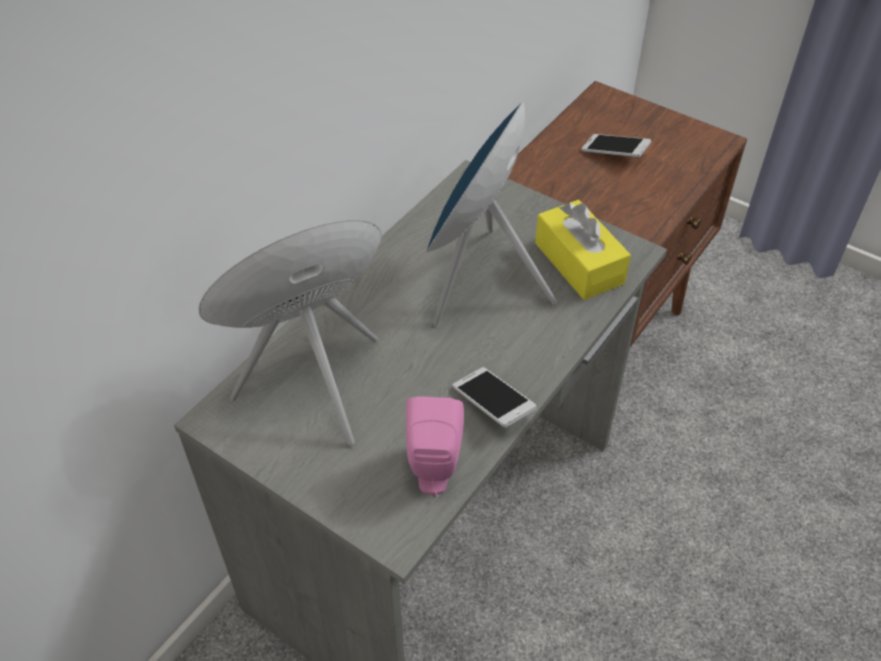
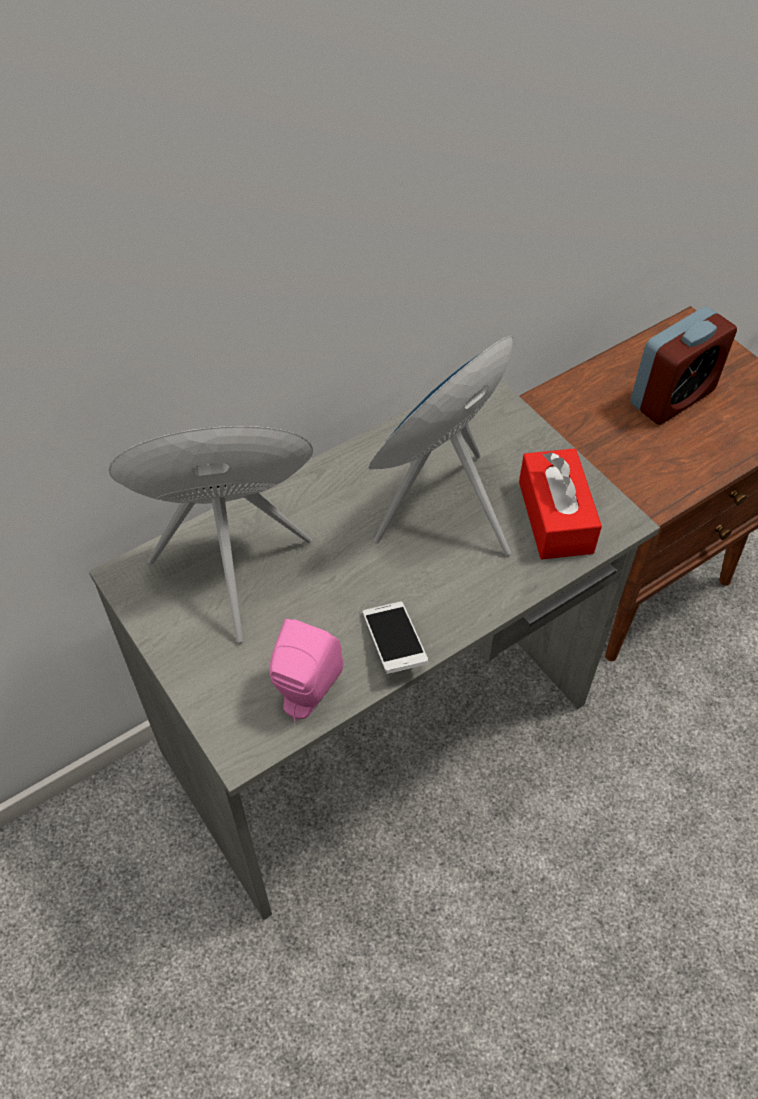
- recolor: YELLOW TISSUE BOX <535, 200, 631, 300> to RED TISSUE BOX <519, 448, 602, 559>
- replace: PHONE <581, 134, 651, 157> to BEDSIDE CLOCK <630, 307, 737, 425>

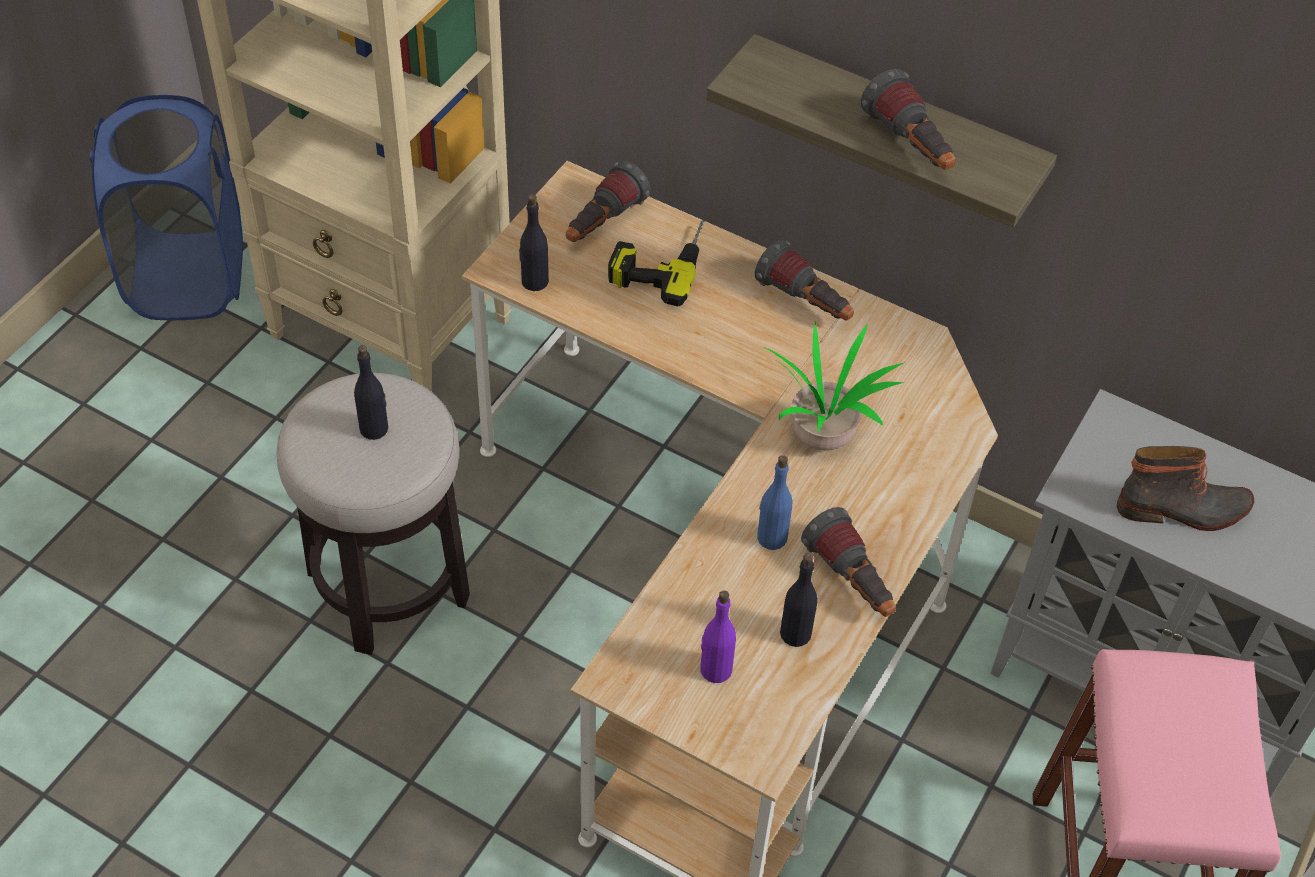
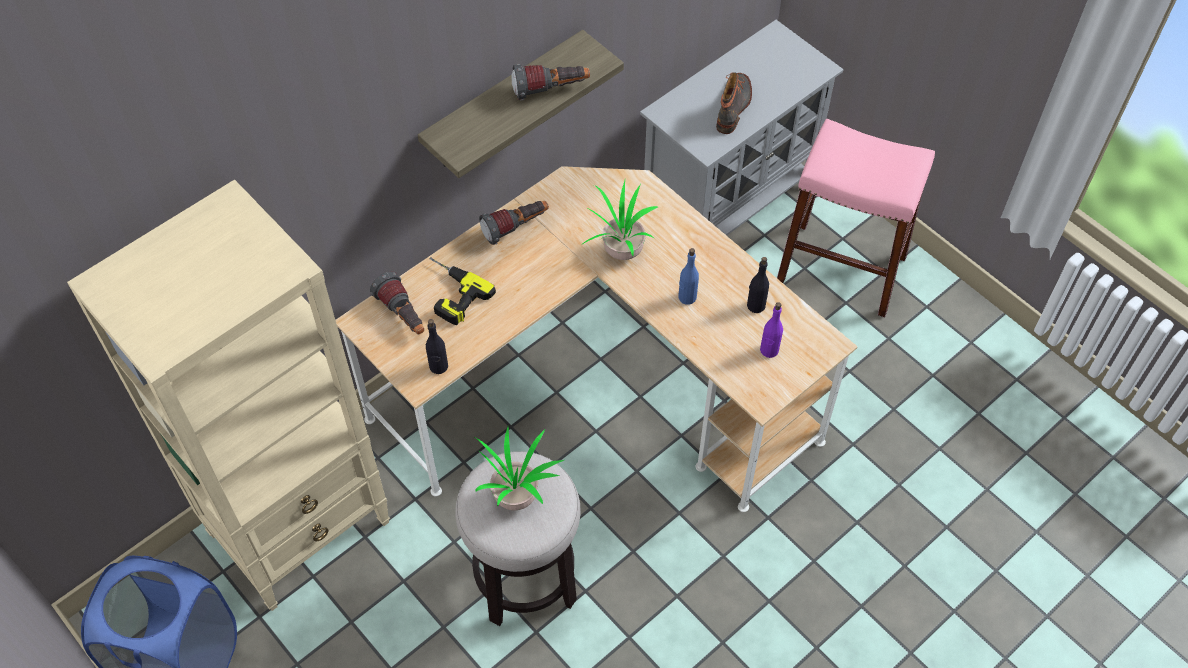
- replace: BLACKISH BOTTLE <354, 345, 388, 440> to POTTED PLANT <475, 425, 564, 510>
- delete: TORCH <801, 507, 896, 617>

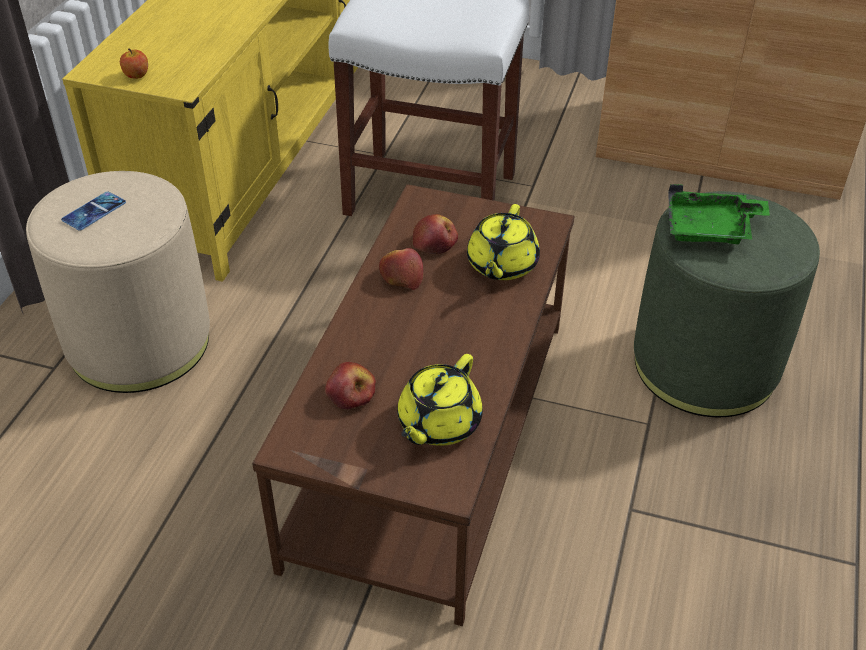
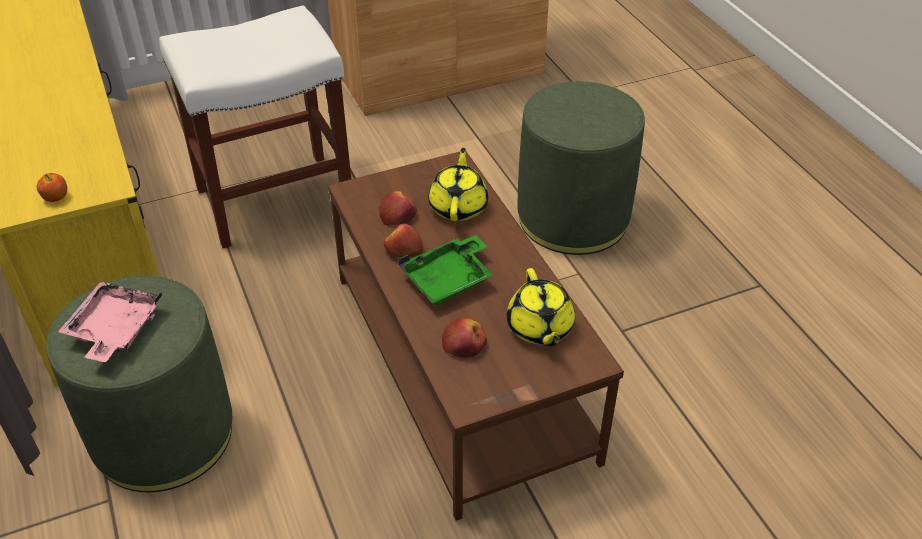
- recolor: SAND-COLOURED OTTOMAN <26, 171, 210, 393> to GREEN-COLOURED OTTOMAN <46, 275, 232, 492>
- replace: PHONE <61, 191, 126, 231> to PINKISH CARRYING TRAY <58, 281, 162, 362>
- rotate: YELLOW TEAPOT <467, 204, 540, 280> = <428, 148, 488, 221> 150 degrees counterclockwise
- move: GREEN-COLOURED CARRYING TRAY <668, 184, 770, 244> to <398, 235, 493, 305>

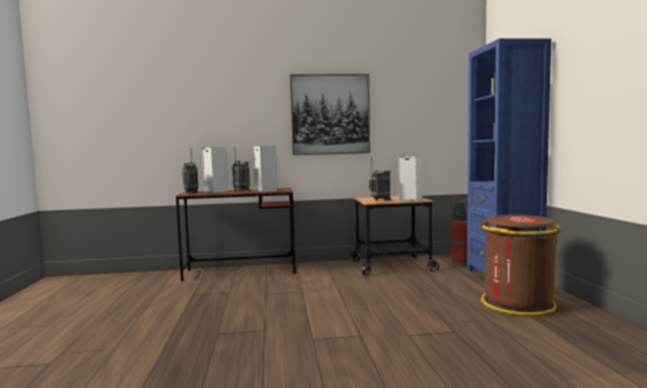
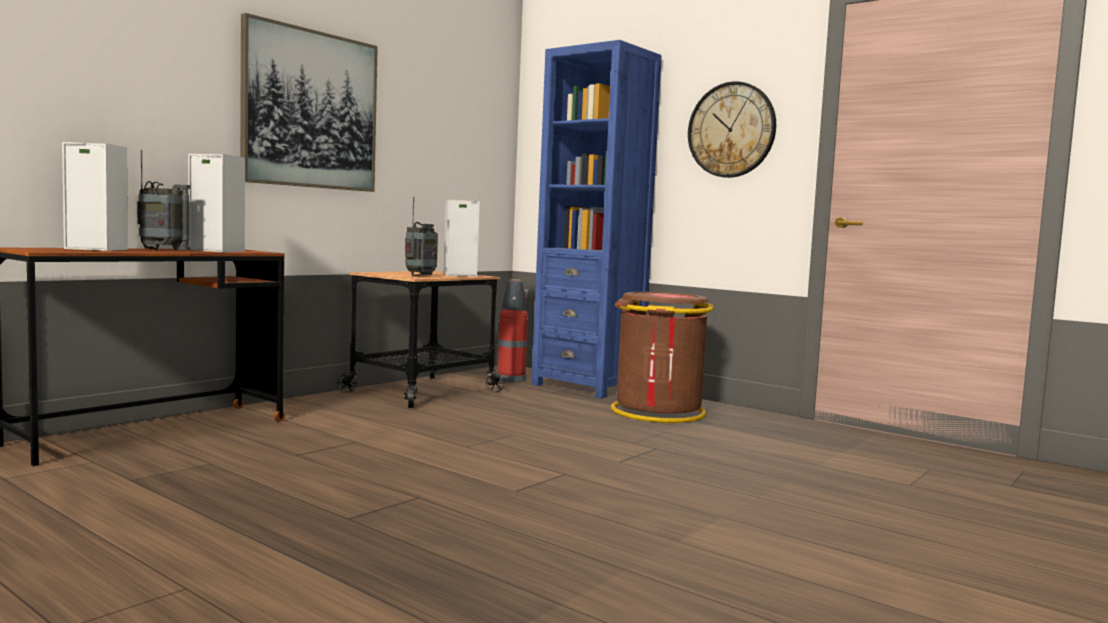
- delete: RADIO <182, 150, 199, 194>
- insert: WALL CLOCK <688, 81, 776, 178>

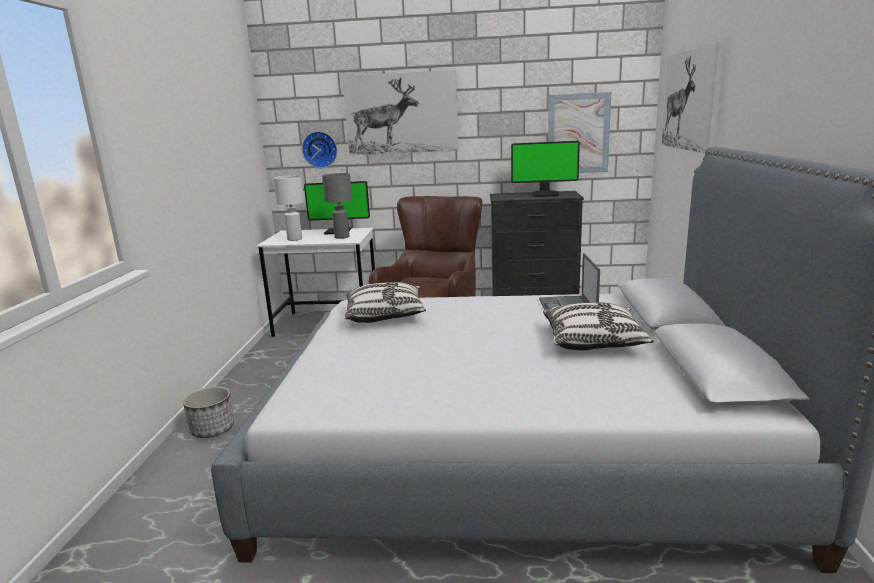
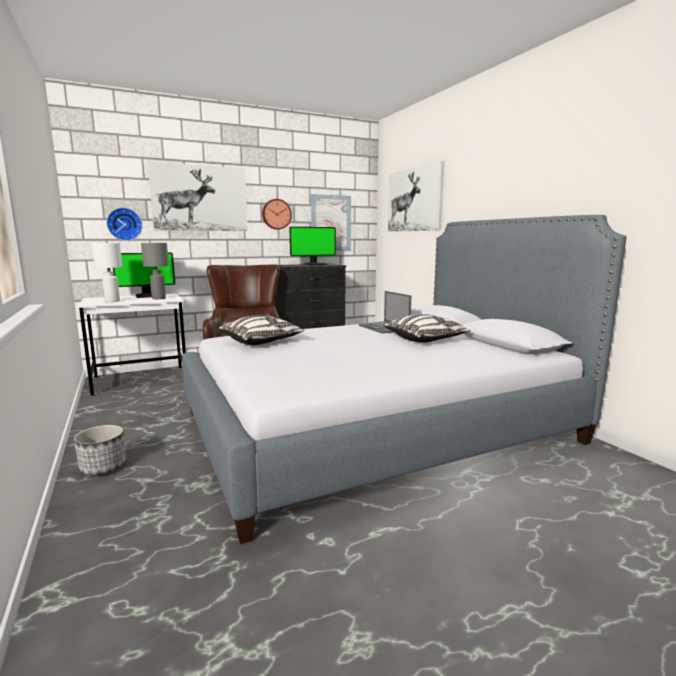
- insert: WALL CLOCK <262, 199, 292, 230>

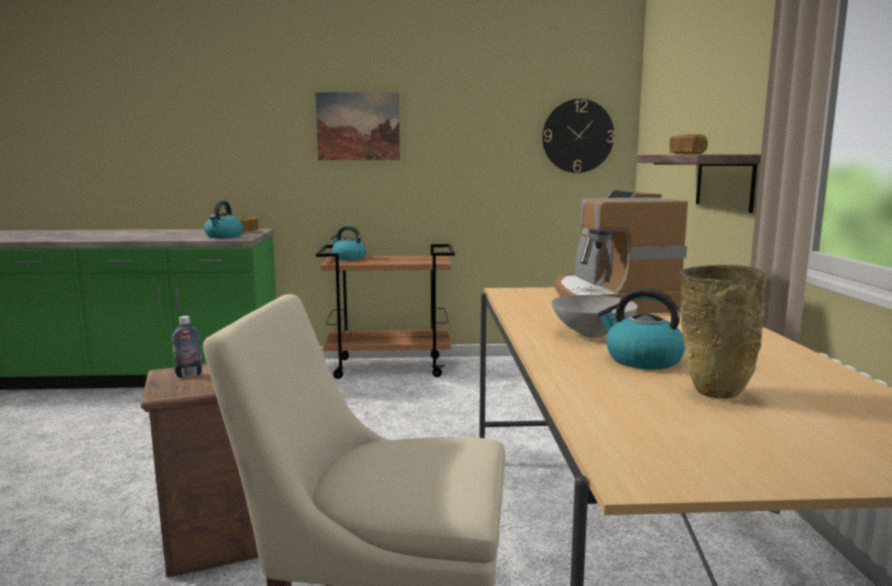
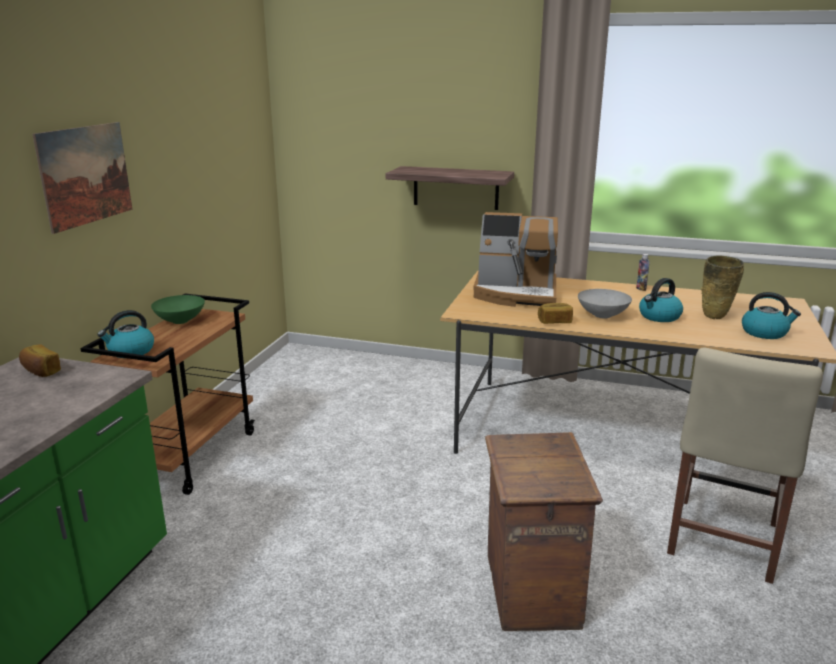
- move: BOTTLE <172, 316, 202, 378> to <636, 254, 650, 291>
- move: WATER KETTLE <204, 201, 243, 238> to <742, 292, 801, 339>
- delete: WALL CLOCK <542, 99, 614, 173>
- move: BAKED BREAD <669, 134, 708, 154> to <538, 303, 573, 324>
- insert: GREEN-COLOURED DEEP DISH <151, 295, 205, 324>

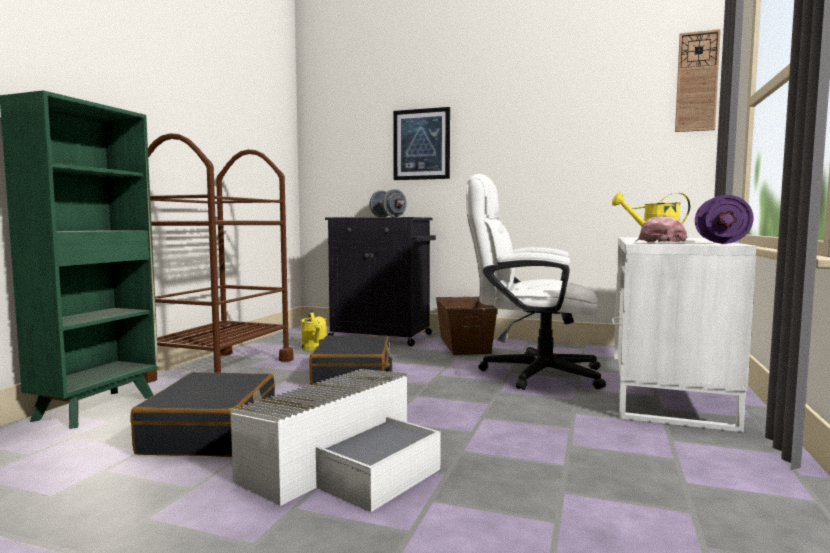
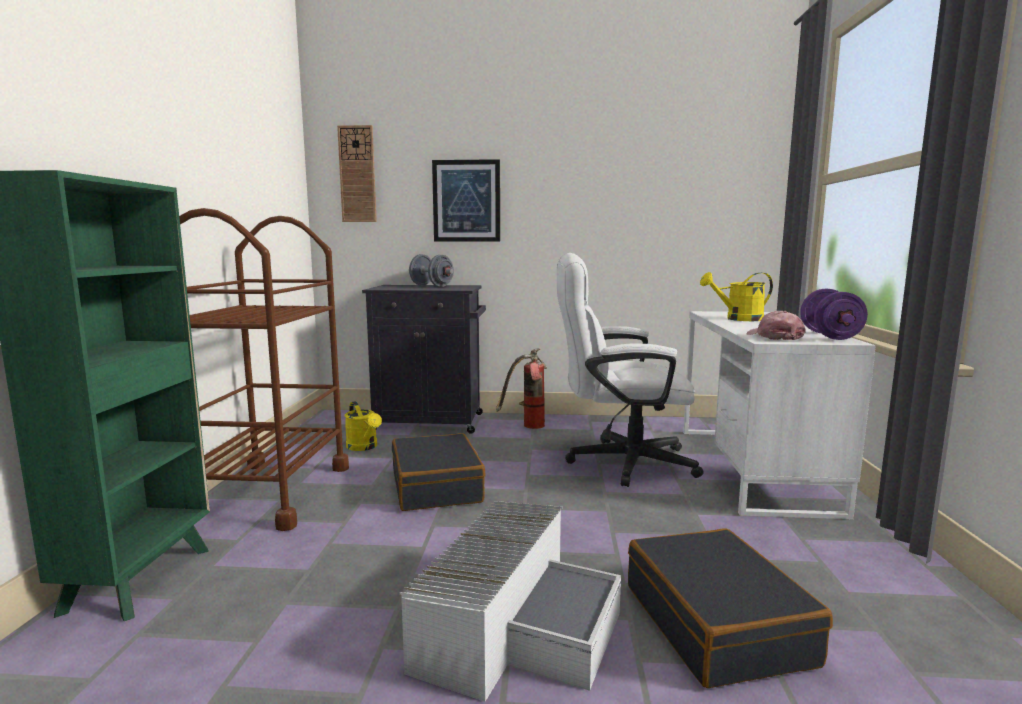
- move: BLACKISH TRAVEL CASE <131, 372, 275, 457> to <628, 528, 833, 688>
- replace: BROWN-COLOURED STORAGE CONTAINER <436, 297, 497, 355> to EXTINGUISHER <496, 349, 547, 429>
- move: WALL CLOCK <675, 29, 721, 132> to <337, 125, 377, 222>

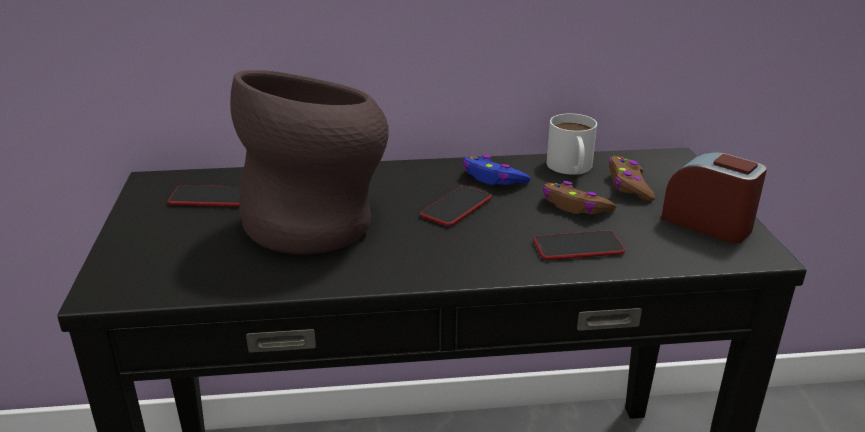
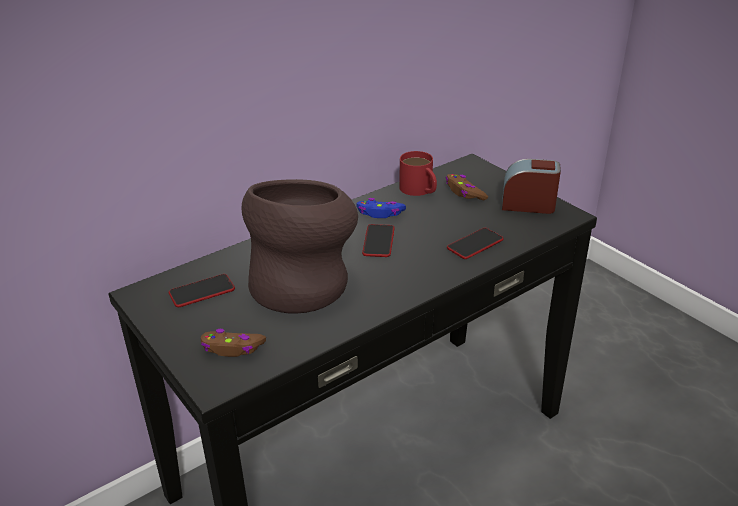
- move: BROWN-COLOURED GAME CONTROLLER <543, 181, 616, 214> to <201, 329, 266, 357>
- recolor: WHITE-COLOURED MUG <546, 113, 597, 175> to RED MUG <399, 151, 437, 196>

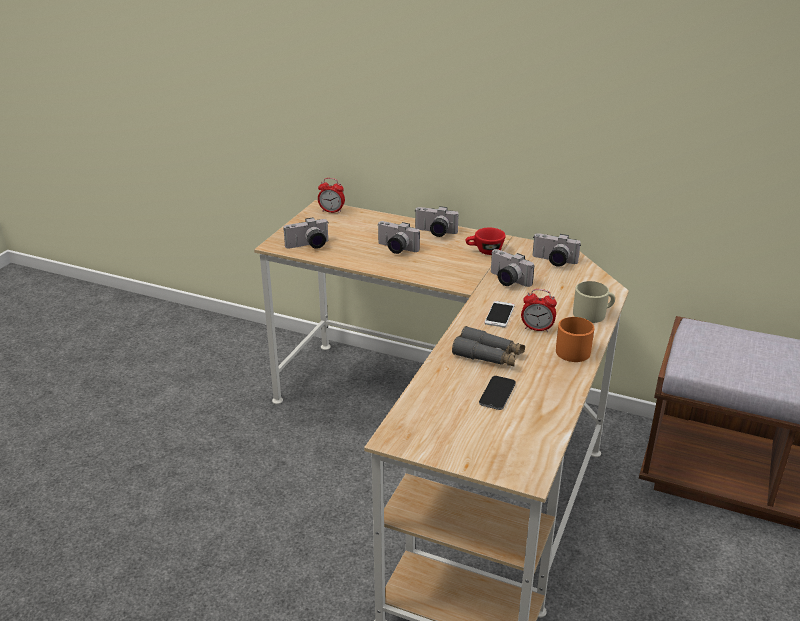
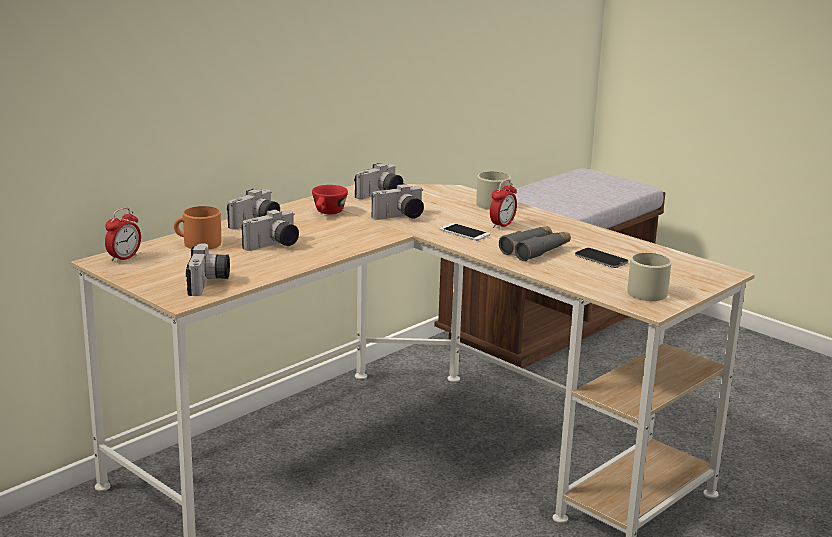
- move: ORANGE-COLOURED MUG <556, 317, 594, 362> to <174, 206, 221, 249>
- insert: SAND-COLOURED MUG <628, 253, 672, 301>

